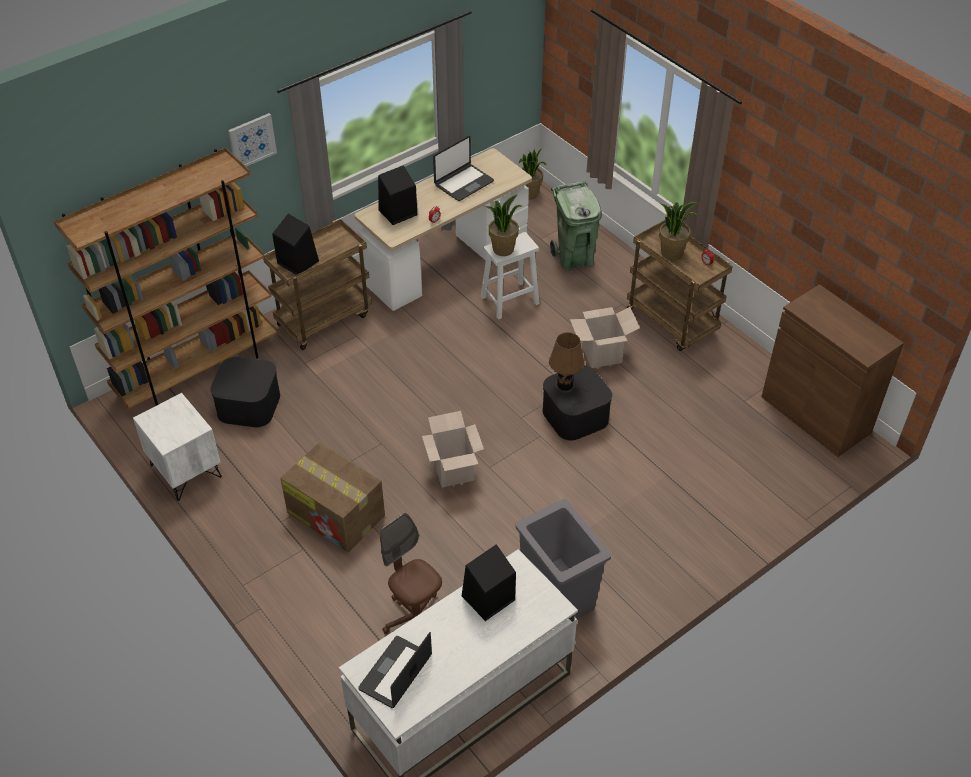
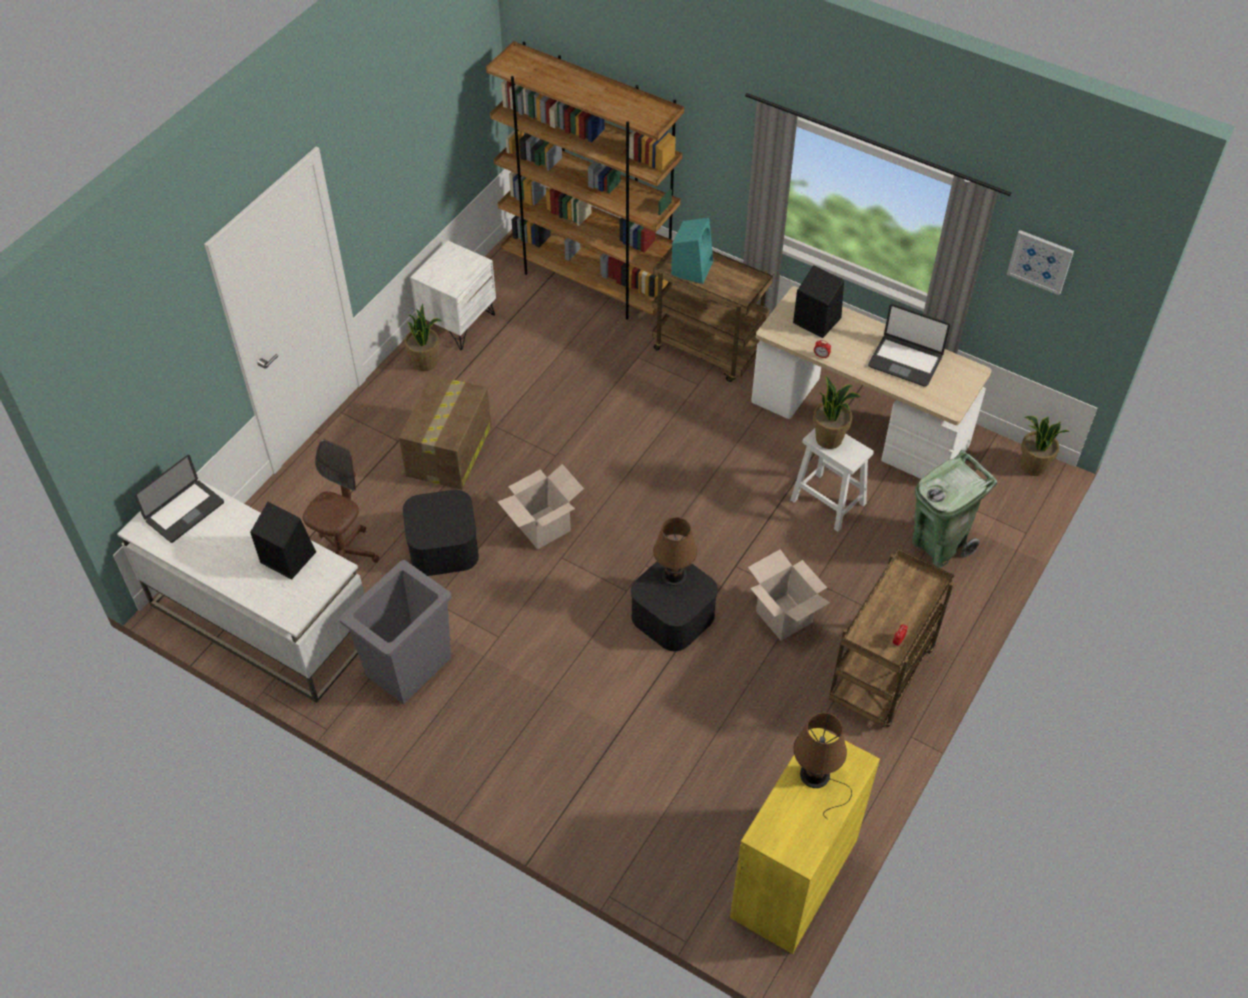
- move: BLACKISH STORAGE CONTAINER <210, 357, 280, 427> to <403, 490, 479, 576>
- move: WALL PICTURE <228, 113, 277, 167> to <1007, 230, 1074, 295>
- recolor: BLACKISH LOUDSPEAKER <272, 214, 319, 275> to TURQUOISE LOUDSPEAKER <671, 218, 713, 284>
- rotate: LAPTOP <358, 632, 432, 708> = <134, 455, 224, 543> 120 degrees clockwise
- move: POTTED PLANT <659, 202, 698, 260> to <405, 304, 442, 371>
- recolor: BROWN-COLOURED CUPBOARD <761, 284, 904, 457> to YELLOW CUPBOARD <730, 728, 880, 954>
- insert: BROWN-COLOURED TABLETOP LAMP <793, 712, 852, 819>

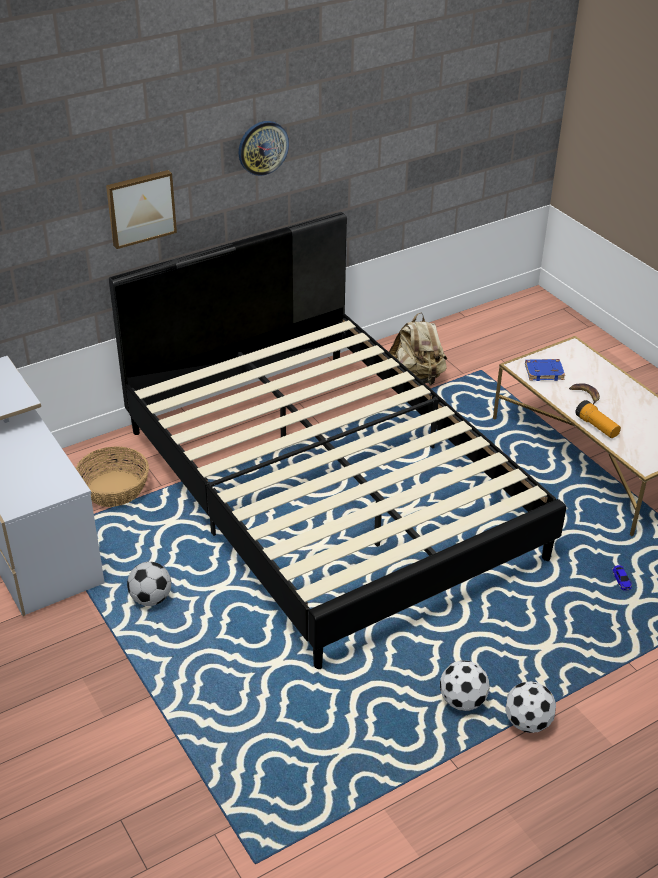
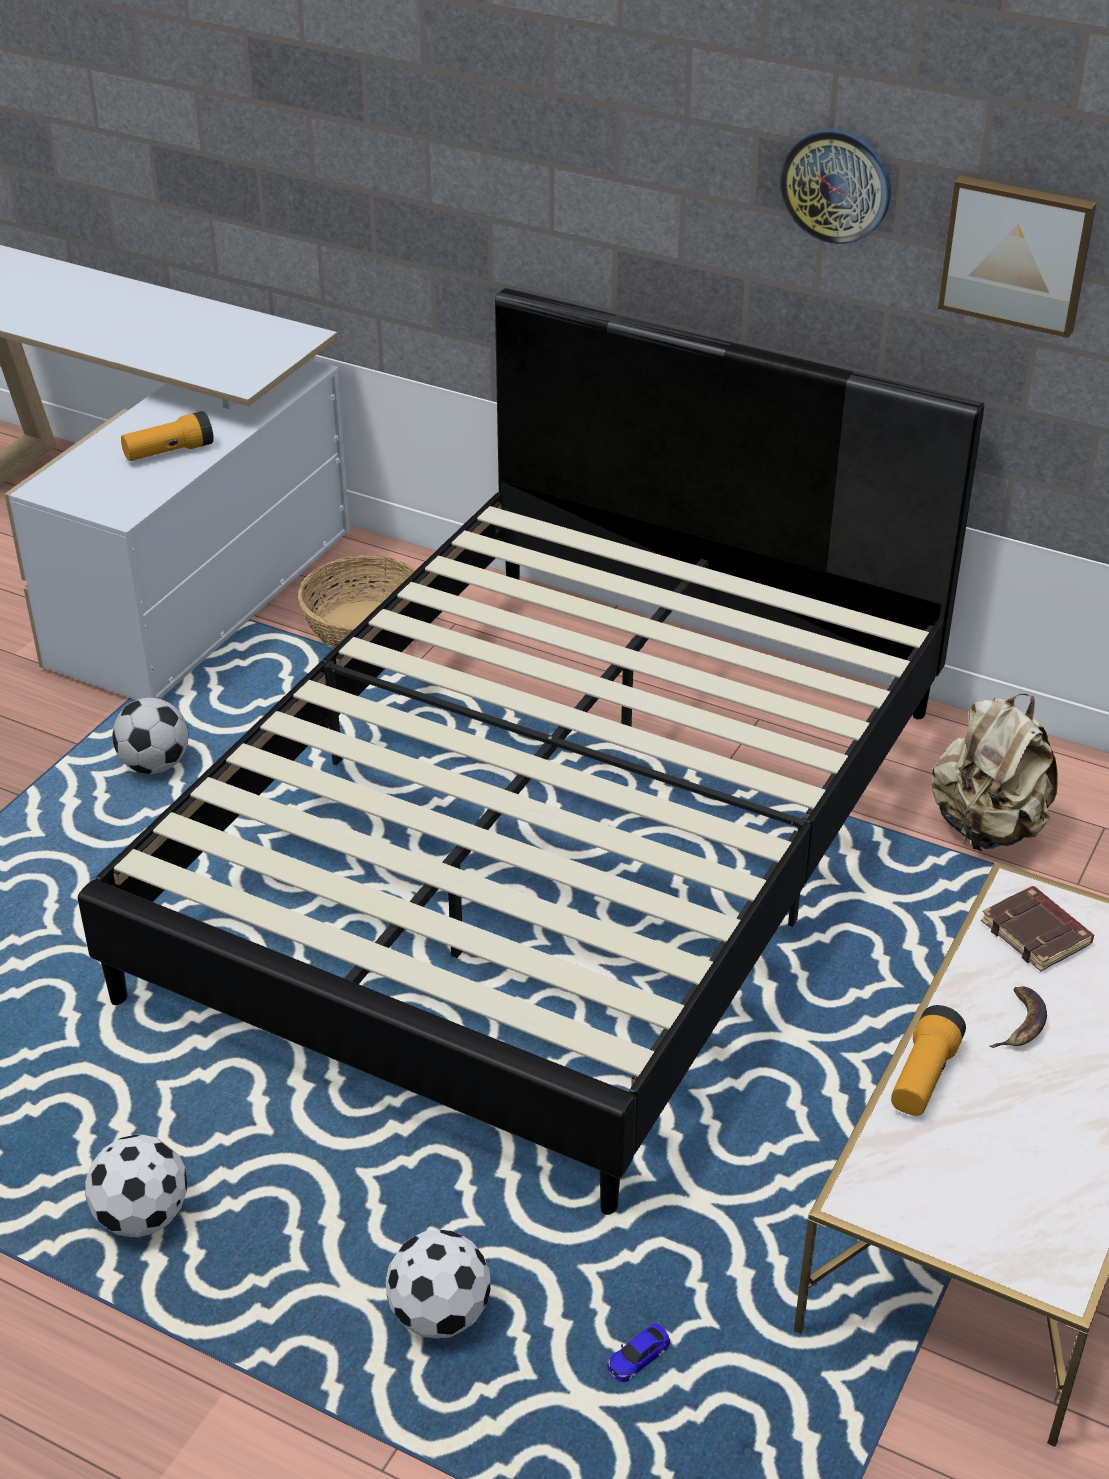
- move: WALL PICTURE <106, 170, 177, 249> to <938, 176, 1097, 338>
- move: FOOTBALL BALL <505, 681, 556, 733> to <386, 1230, 491, 1338>
- recolor: BLUE VOLUME <525, 359, 565, 381> to BROWN-COLOURED VOLUME <981, 886, 1094, 972>
- insert: TORCH <121, 411, 214, 461>

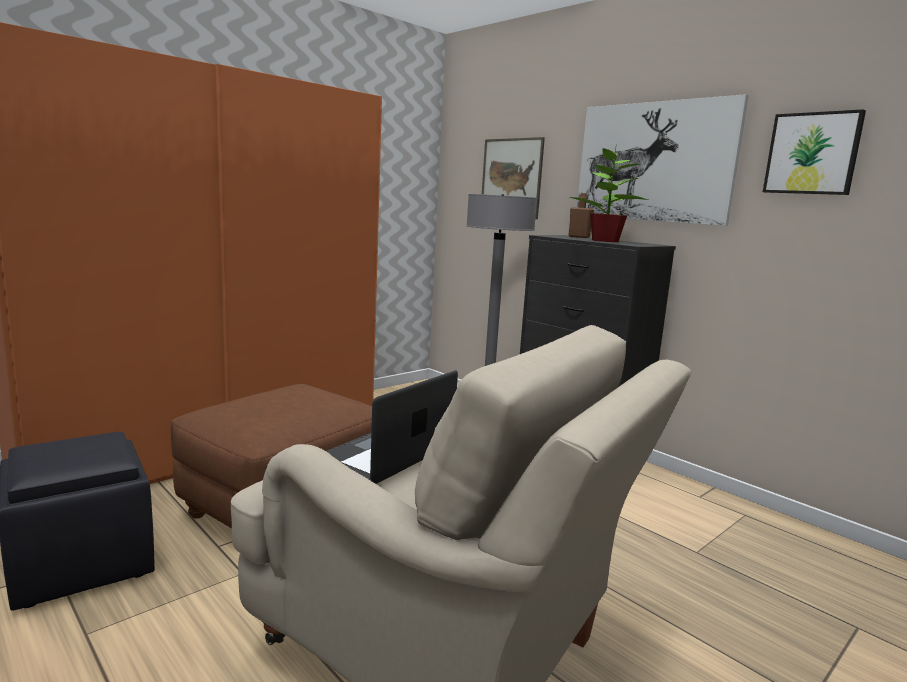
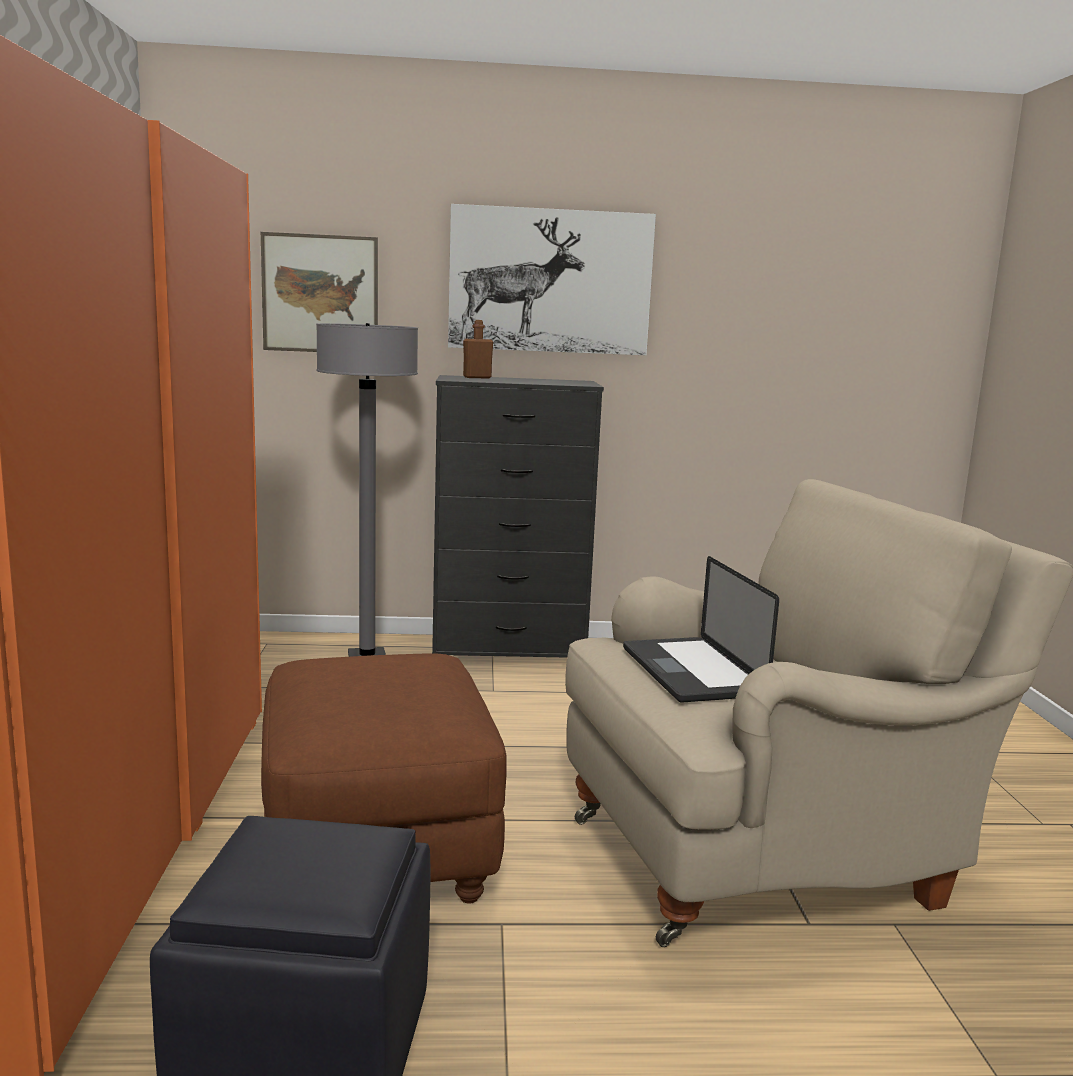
- delete: POTTED PLANT <569, 148, 648, 242>
- delete: WALL PICTURE <763, 109, 866, 195>

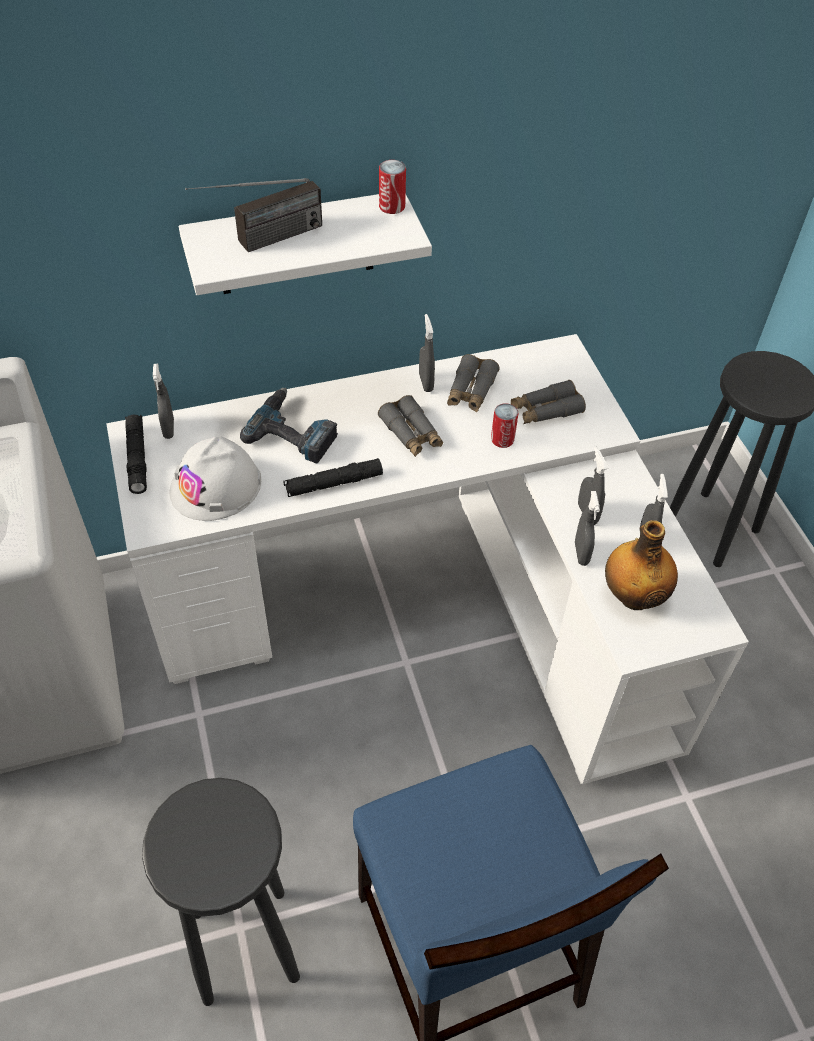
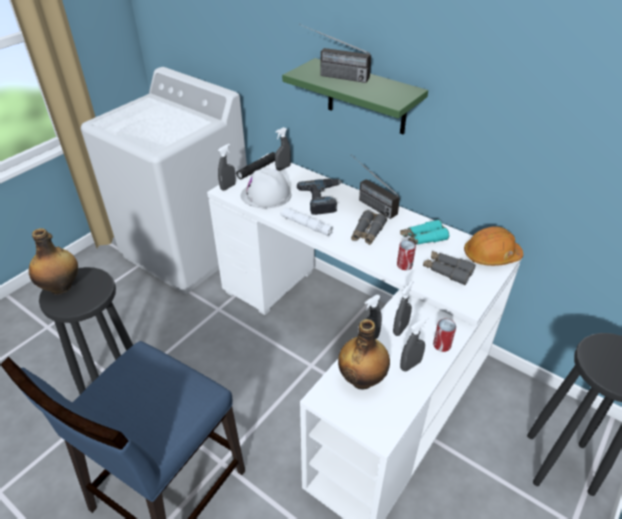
- recolor: WHITE-COLOURED BRACKET SHELF <179, 194, 432, 295> to GREEN-COLOURED BRACKET SHELF <282, 58, 428, 134>
- recolor: BLACKISH TORCH <284, 458, 383, 497> to WHITE-COLOURED TORCH <280, 208, 333, 236>
- move: METAL CAN <379, 160, 406, 214> to <433, 319, 456, 352>
- move: GREYISH SPRAY BOTTLE <419, 314, 435, 392> to <218, 144, 236, 191>
- recolor: GREYISH BINOCULARS <447, 354, 499, 412> to TURQUOISE BINOCULARS <400, 220, 449, 245>
- insert: BOTTLE <29, 228, 78, 295>
- insert: RADIO <351, 155, 400, 219>
- insert: ORANGE-COLOURED SAFETY HELMET <464, 226, 523, 266>

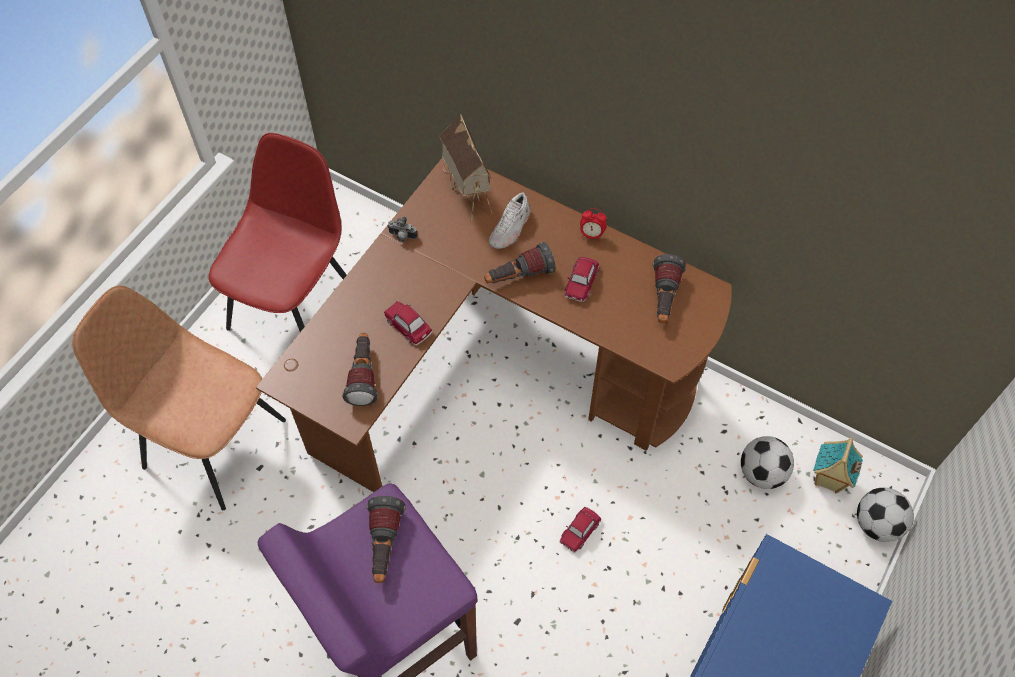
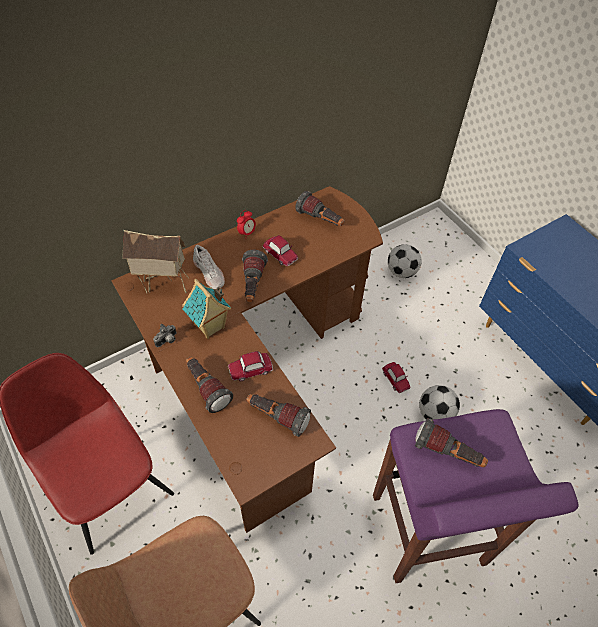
- move: TOY HOUSE <813, 437, 863, 493> to <182, 279, 231, 339>
- move: FOOTBALL BALL <857, 488, 914, 542> to <419, 385, 460, 420>
- insert: TORCH <186, 357, 233, 413>

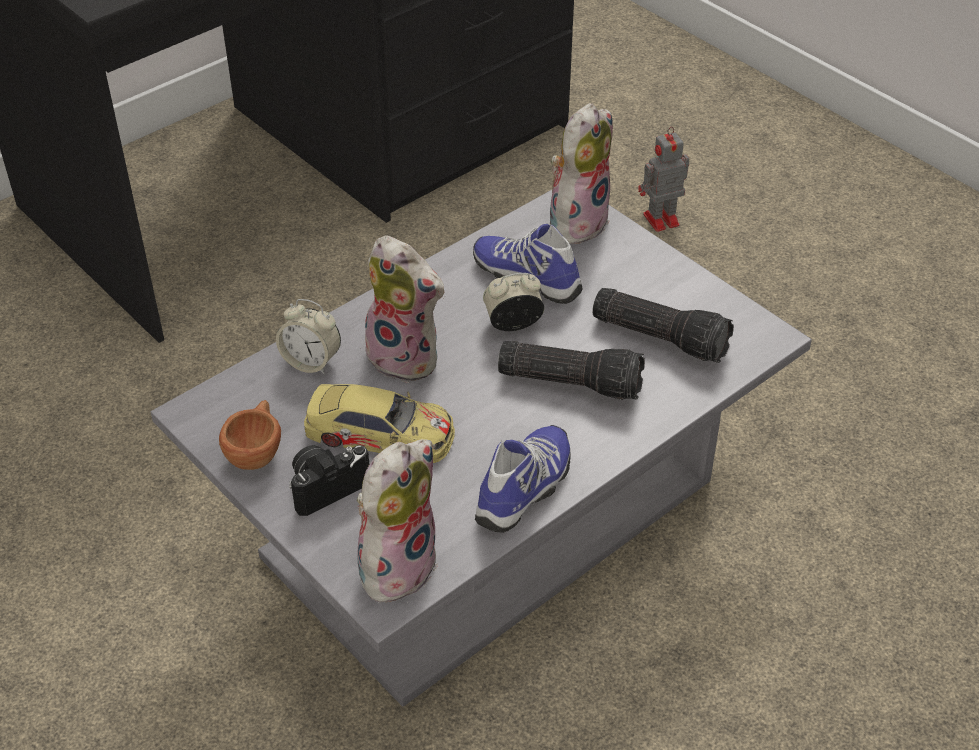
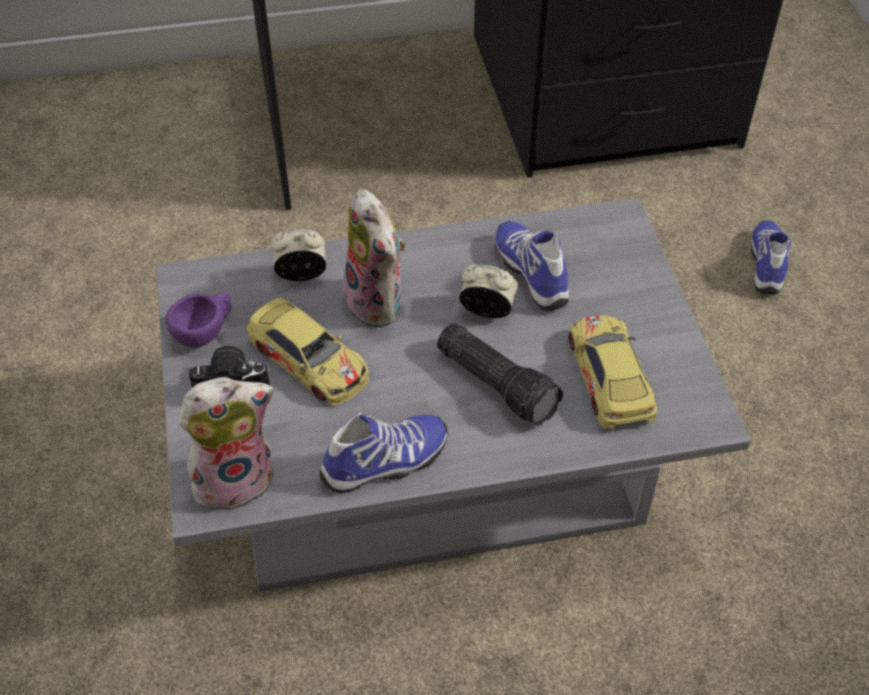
- recolor: BROWN-COLOURED DRINKING CUP <219, 400, 281, 470> to PURPLISH DRINKING CUP <166, 292, 232, 348>
- rotate: BEDSIDE CLOCK <276, 299, 341, 375> = <271, 229, 326, 281> 120 degrees clockwise
- delete: CUDDLY TOY <550, 103, 613, 248>
- replace: TORCH <592, 288, 734, 363> to MINIATURE CAR <568, 315, 657, 430>
- replace: ROBOT FIGURE <638, 127, 689, 232> to ITEM OF FOOTWEAR <751, 220, 791, 295>

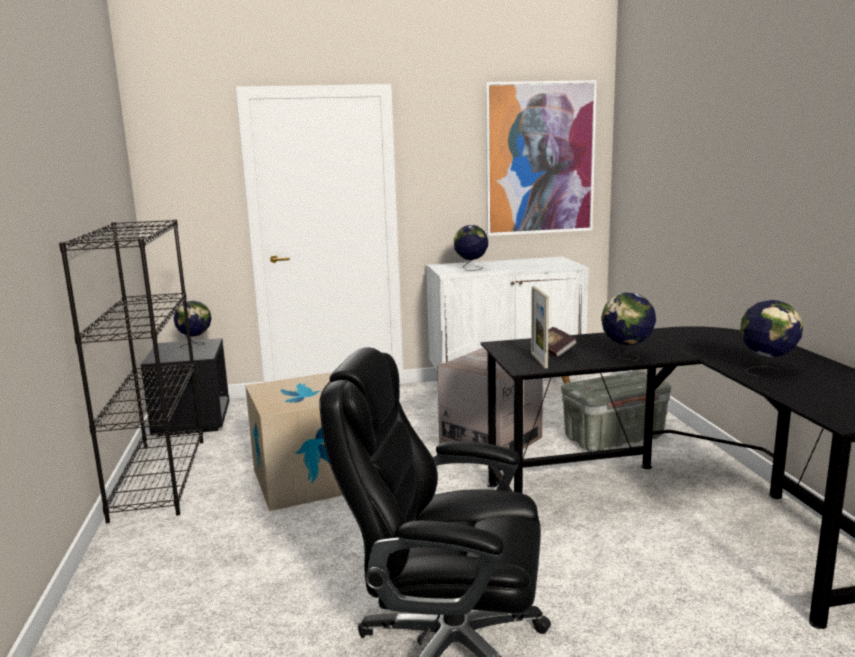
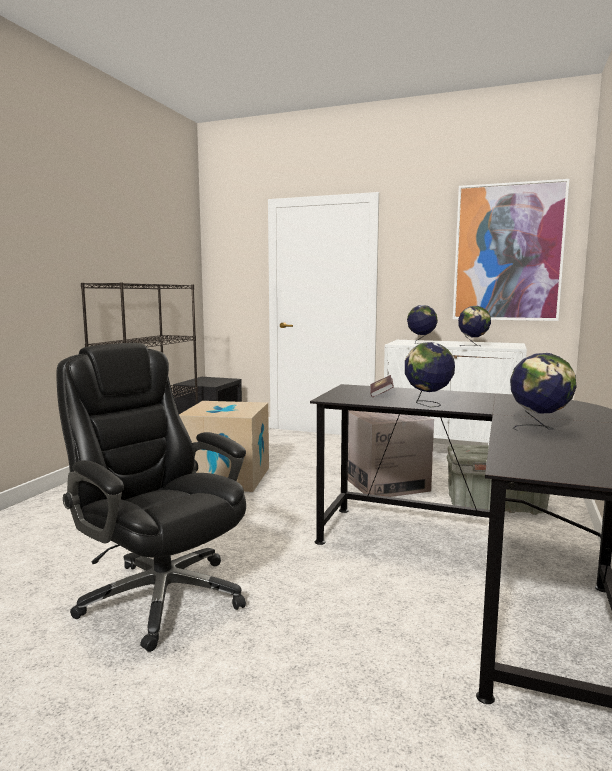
- move: GLOBE <173, 300, 212, 348> to <458, 306, 491, 346>
- delete: PICTURE FRAME <531, 286, 549, 368>

